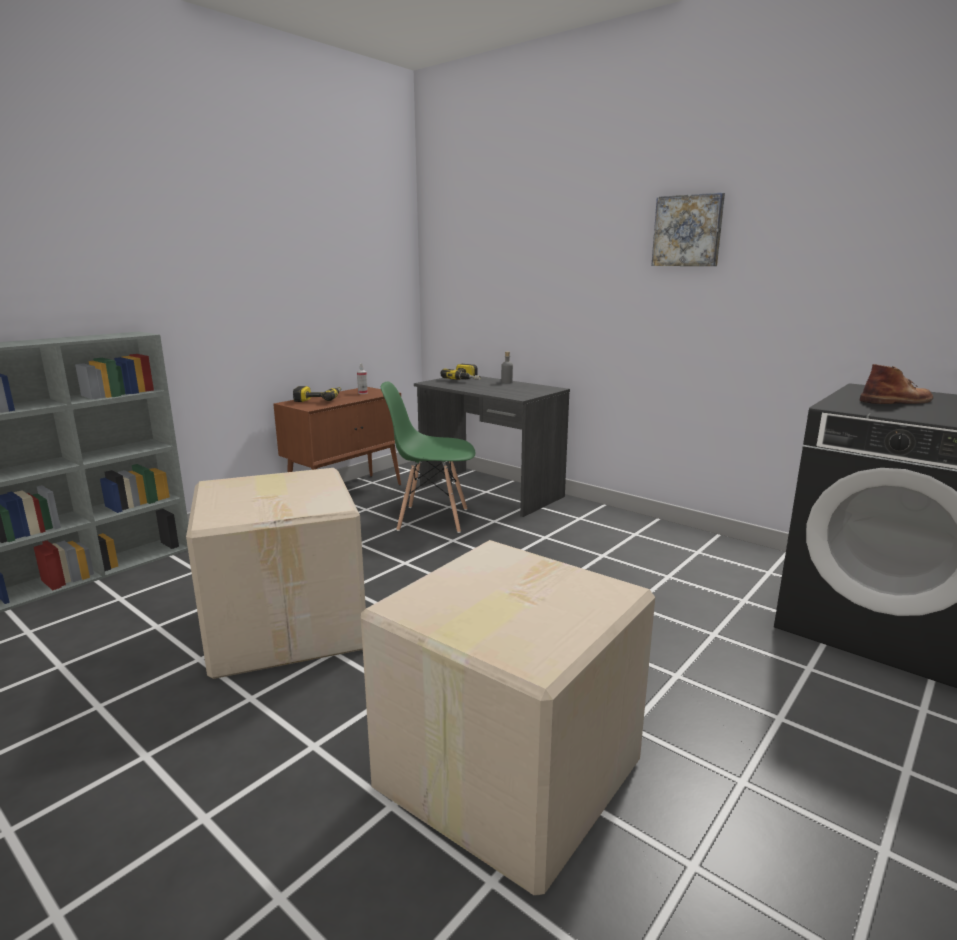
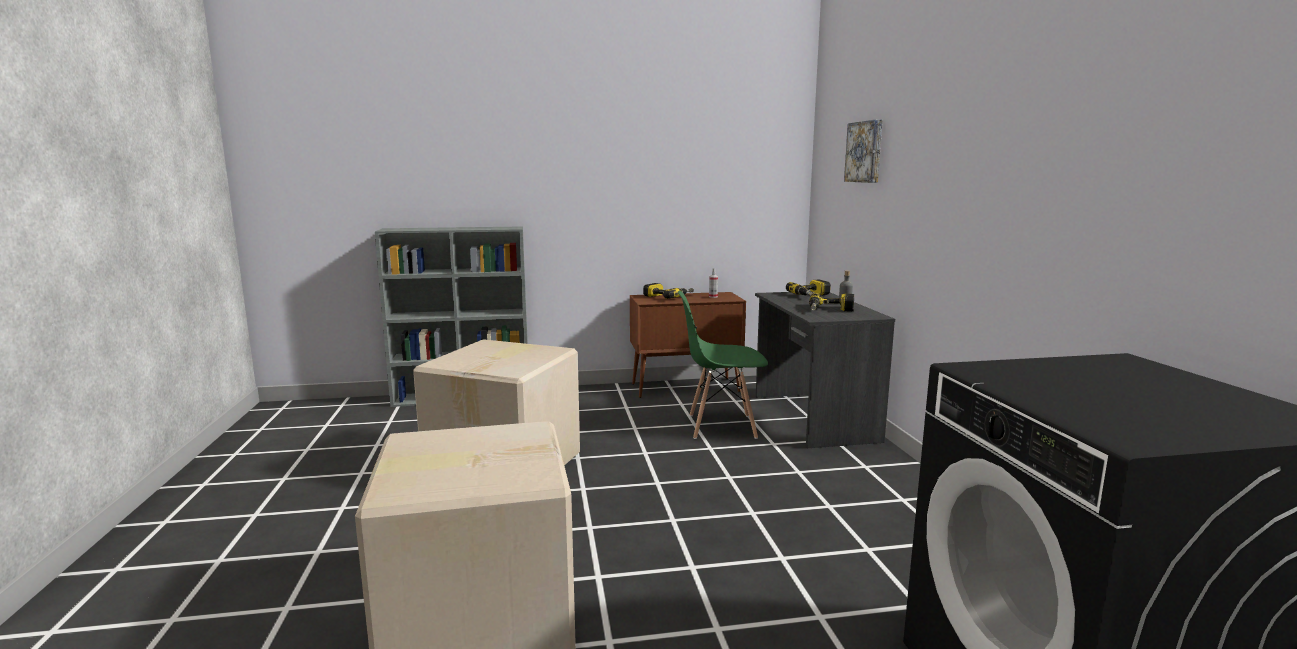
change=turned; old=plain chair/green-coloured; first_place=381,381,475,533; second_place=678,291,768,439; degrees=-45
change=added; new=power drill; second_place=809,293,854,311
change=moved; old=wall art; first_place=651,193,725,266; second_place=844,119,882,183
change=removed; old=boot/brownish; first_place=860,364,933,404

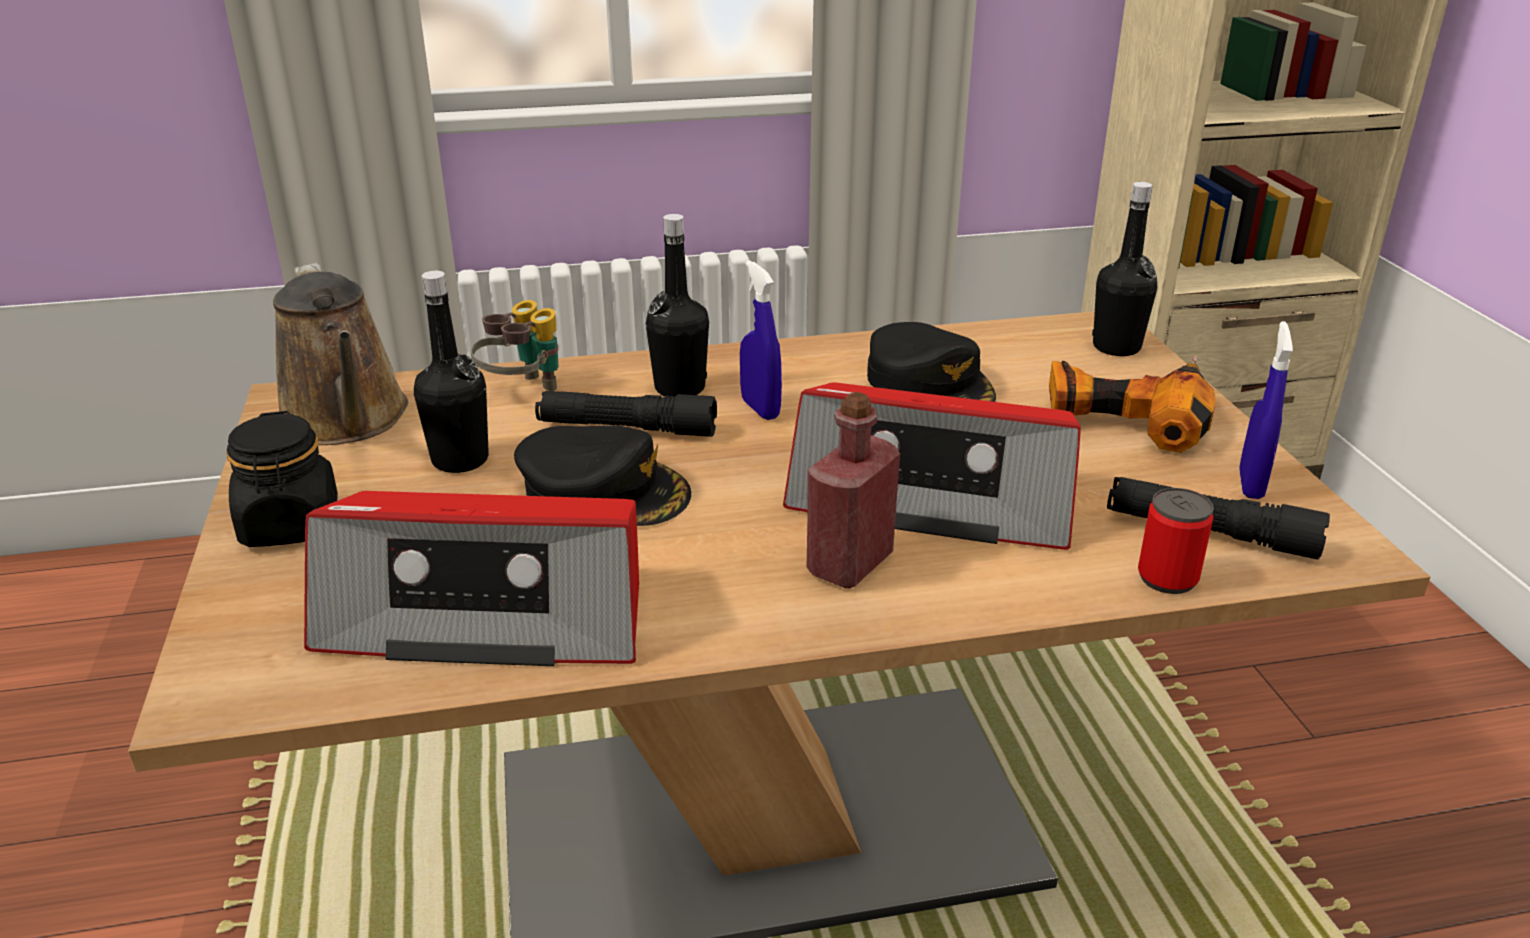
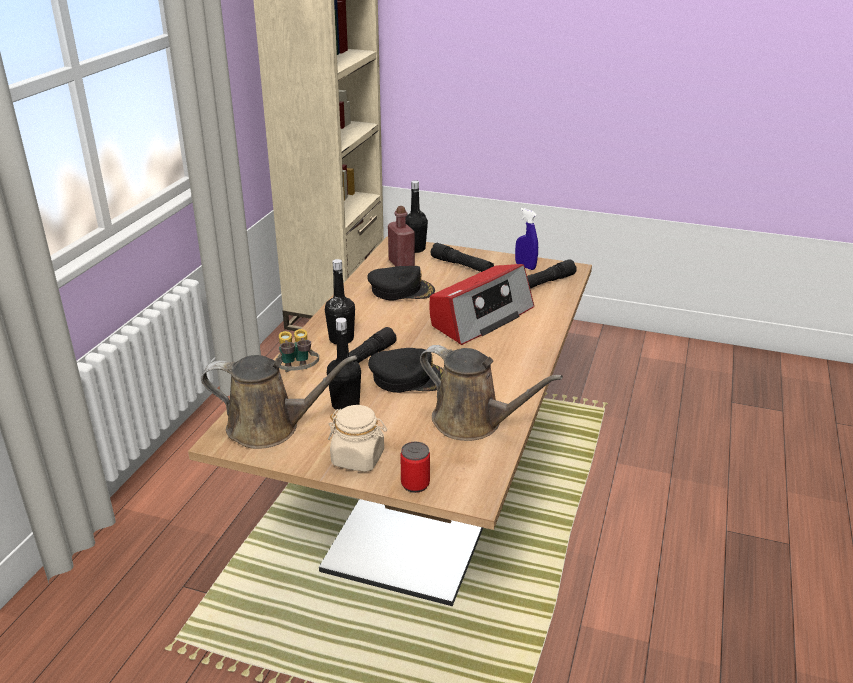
change=recoloured; old=preserve jar/black-coloured; new=preserve jar/sand-coloured; first_place=227,411,338,547; second_place=328,405,387,472
change=turned; old=cap/black-coloured; first_place=514,426,691,526; second_place=368,348,443,393; degrees=45
change=moved; old=drink bottle/red; first_place=807,392,900,588; second_place=388,206,415,266
change=moved; old=metal can; first_place=1138,488,1214,594; second_place=400,442,430,493
change=replaced; old=radio receiver; new=watering can/brownish; first_place=304,491,639,666; second_place=420,345,563,441
change=replaced; old=power drill; new=hand torch/black-coloured; first_place=1049,355,1216,453; second_place=431,243,494,272
change=removed; old=sprayer/bluish; first_place=740,260,782,420

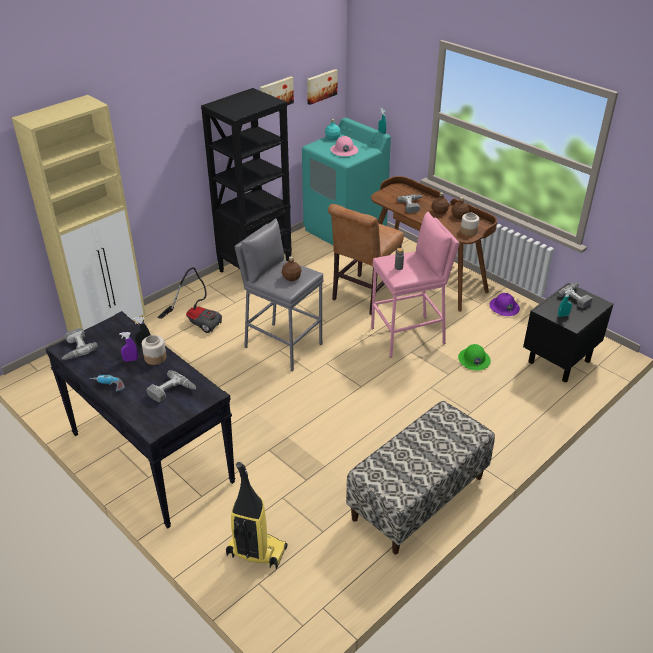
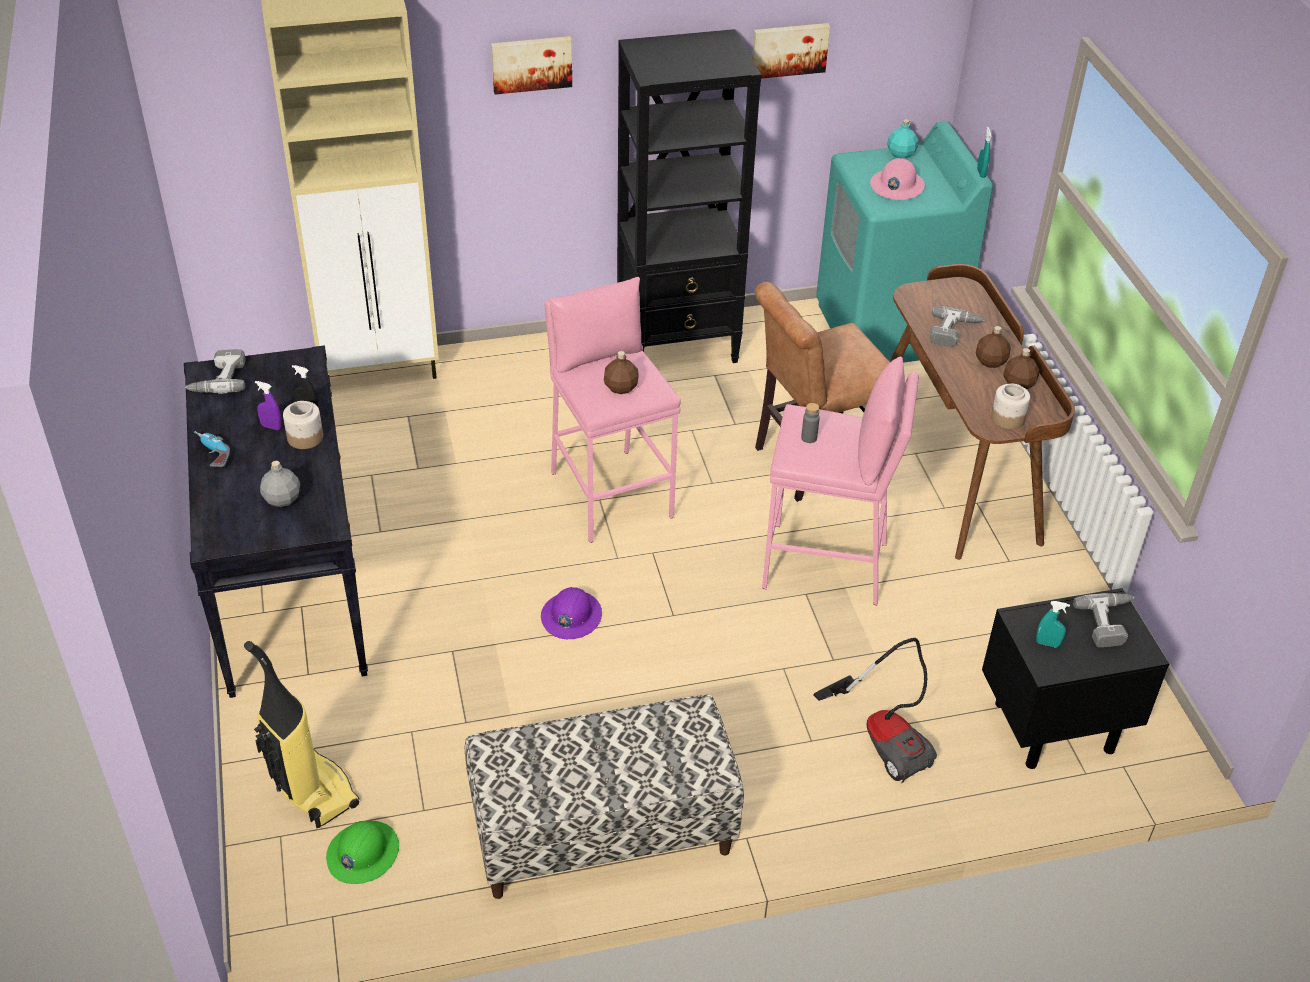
change=replaced; old=power drill; new=drink bottle/grey; first_place=146,370,196,402; second_place=260,461,300,507
change=moved; old=work helmet/green-coloured; first_place=458,344,491,371; second_place=326,821,399,884
change=moved; old=wall art; first_place=307,69,338,105; second_place=491,36,572,95
change=moved; old=work helmet/purplish; first_place=489,293,520,316; second_place=541,587,602,639
change=recoloured; old=stool seat/grey; new=stool seat/pinkish; first_place=235,219,323,371; second_place=544,277,681,543
change=moved; old=vacuum cleaner; first_place=158,267,222,333; second_place=813,638,937,783

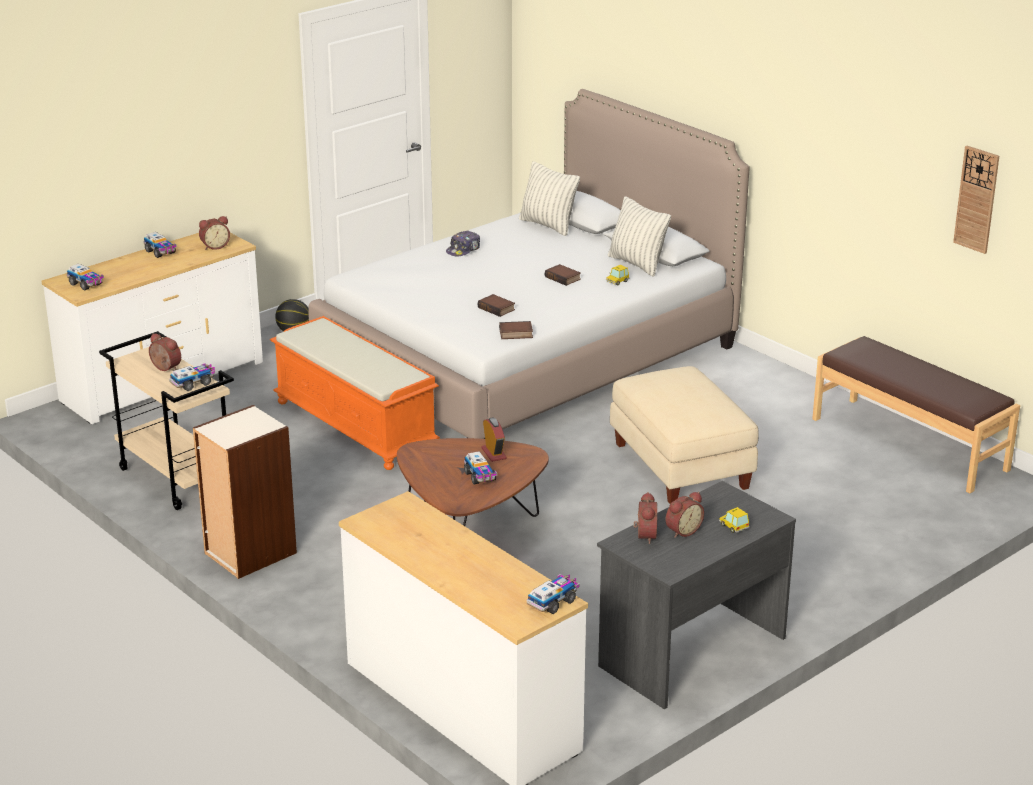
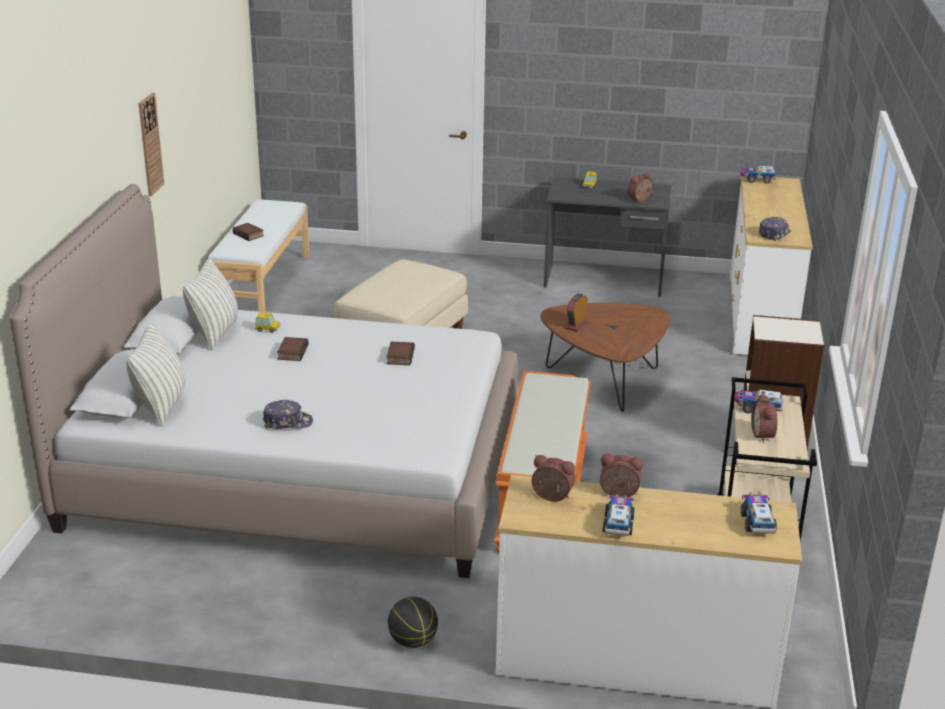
change=moved; old=hanging clock; first_place=953,146,999,254; second_place=139,93,164,196
change=recoloured; old=bench/brownish; new=bench/white-coloured; first_place=812,336,1020,493; second_place=208,199,310,312
change=moved; old=volume; first_place=499,321,533,339; second_place=233,223,264,241
change=moved; old=table clock; first_place=666,492,704,538; second_place=600,453,643,497
change=added; new=cap; second_place=759,217,791,241
change=removed; old=toy lorry; first_place=464,451,497,484

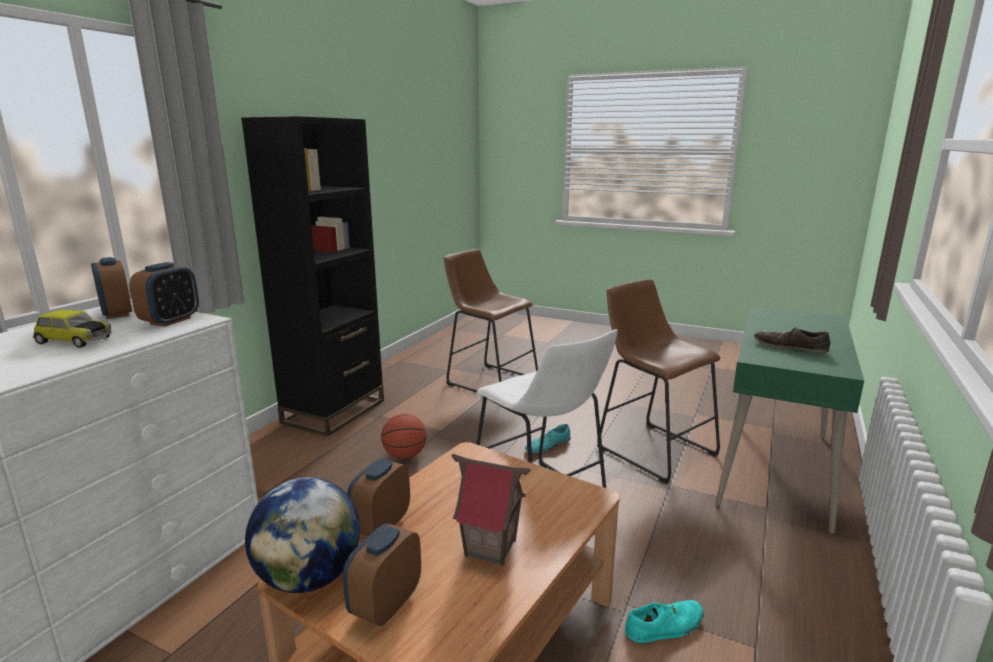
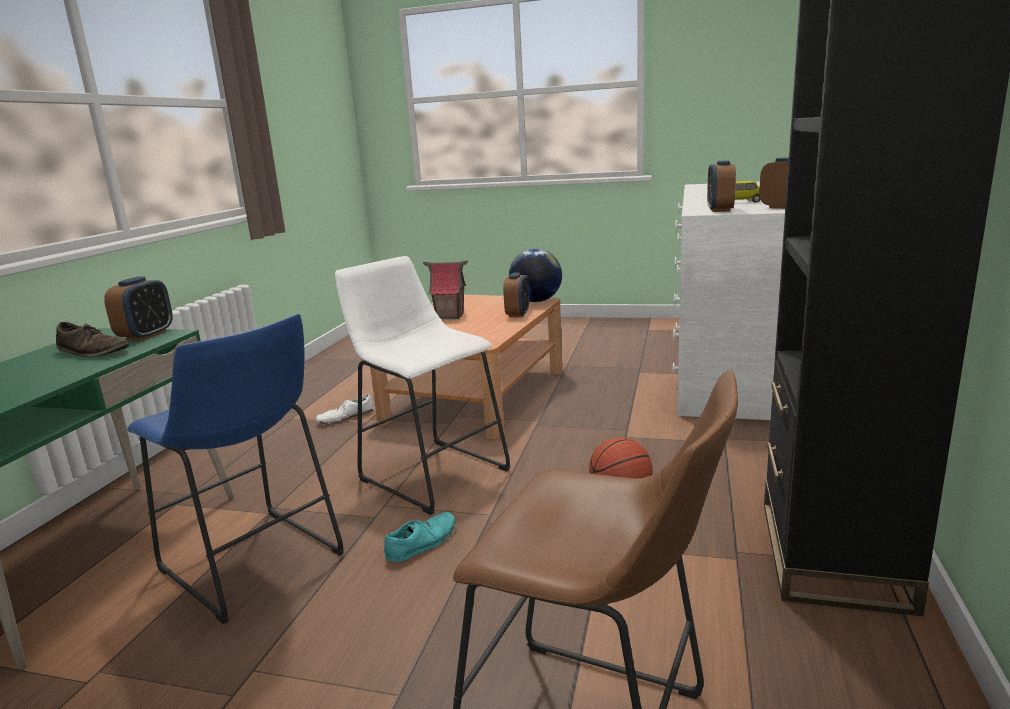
change=moved; old=table clock; first_place=343,523,421,626; second_place=104,277,173,341
change=recoloured; old=stool seat/brownish; new=stool seat/bluish; first_place=597,279,720,484; second_place=127,314,344,624
change=recoloured; old=item of footwear/turquoise-coloured; new=item of footwear/white-coloured; first_place=625,600,704,643; second_place=315,394,374,425

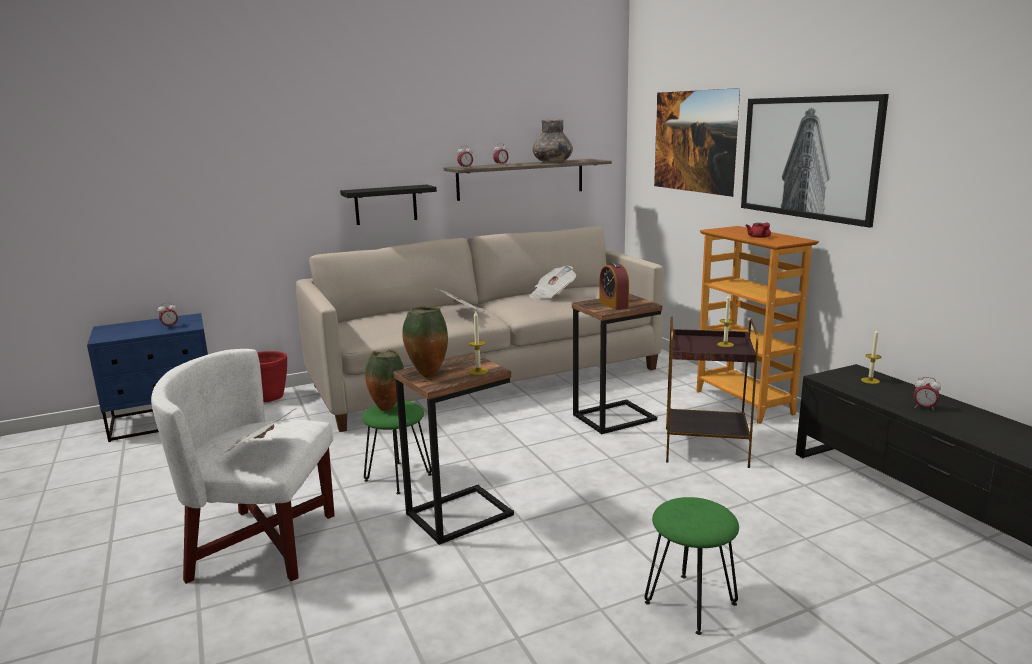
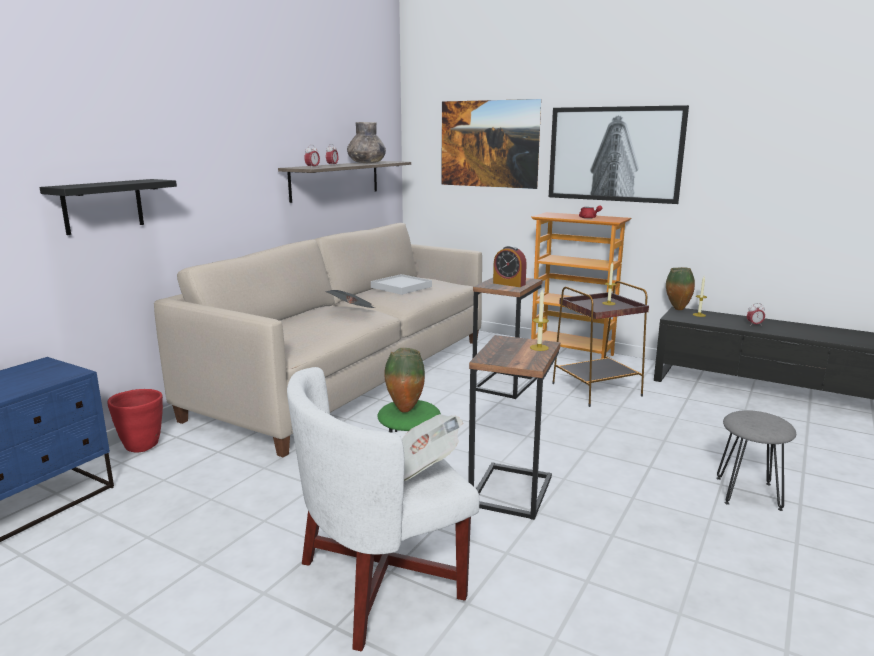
change=moved; old=shelf/black-coloured; first_place=340,185,437,225; second_place=40,179,177,235
change=replaced; old=daily paper; new=tray/white-coloured; first_place=529,266,576,299; second_place=371,274,432,295
change=moved; old=decorative vase; first_place=402,306,448,378; second_place=666,267,695,310
change=recoloured; old=stool seat/green-coloured; new=stool seat/grey; first_place=644,497,739,635; second_place=716,410,796,511
change=removed; old=table clock; first_place=158,302,178,327

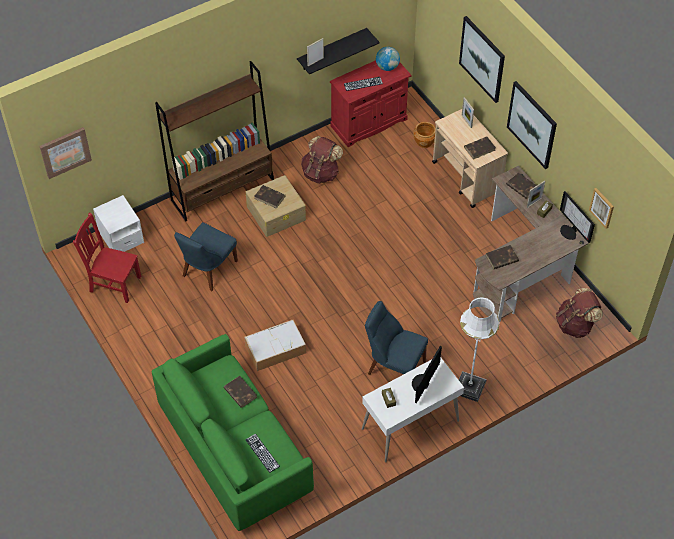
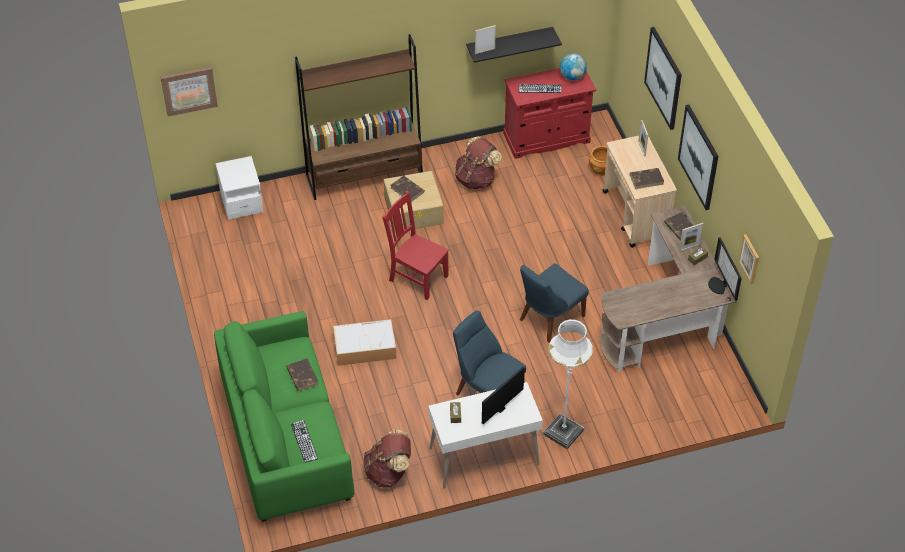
change=moved; old=knapsack/brownish; first_place=556,288,603,338; second_place=364,429,411,487
change=moved; old=plain chair/red; first_place=73,212,141,303; second_place=382,191,449,300
change=moved; old=plain chair/bluish; first_place=174,222,238,291; second_place=520,263,588,342
change=removed; old=volume/brownish; first_place=486,245,519,269

